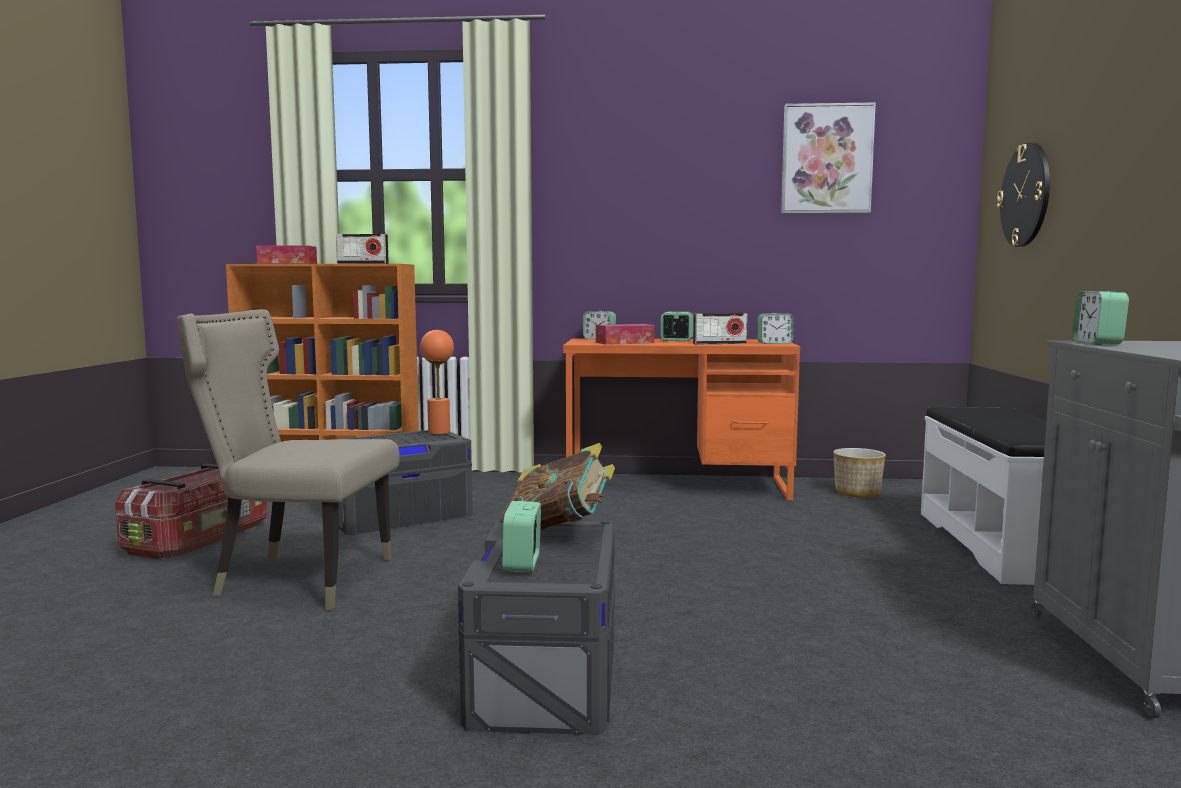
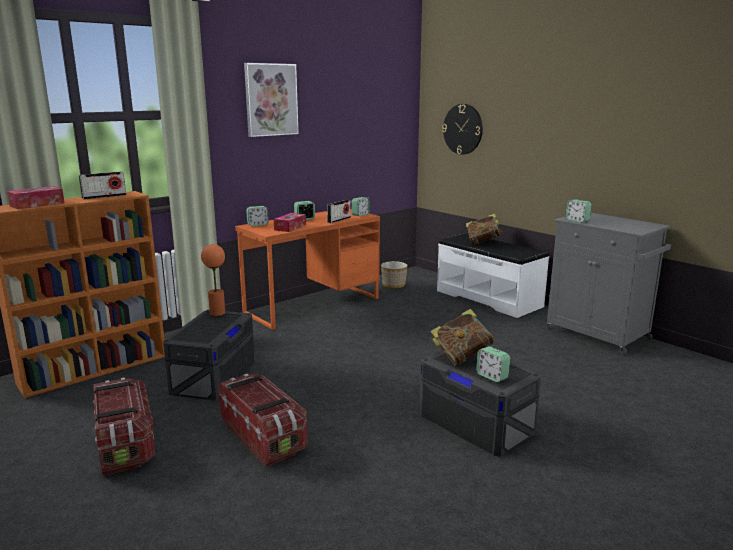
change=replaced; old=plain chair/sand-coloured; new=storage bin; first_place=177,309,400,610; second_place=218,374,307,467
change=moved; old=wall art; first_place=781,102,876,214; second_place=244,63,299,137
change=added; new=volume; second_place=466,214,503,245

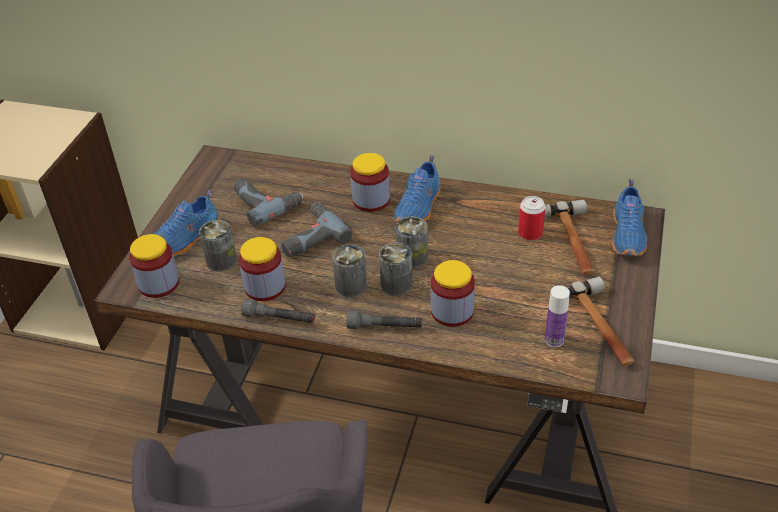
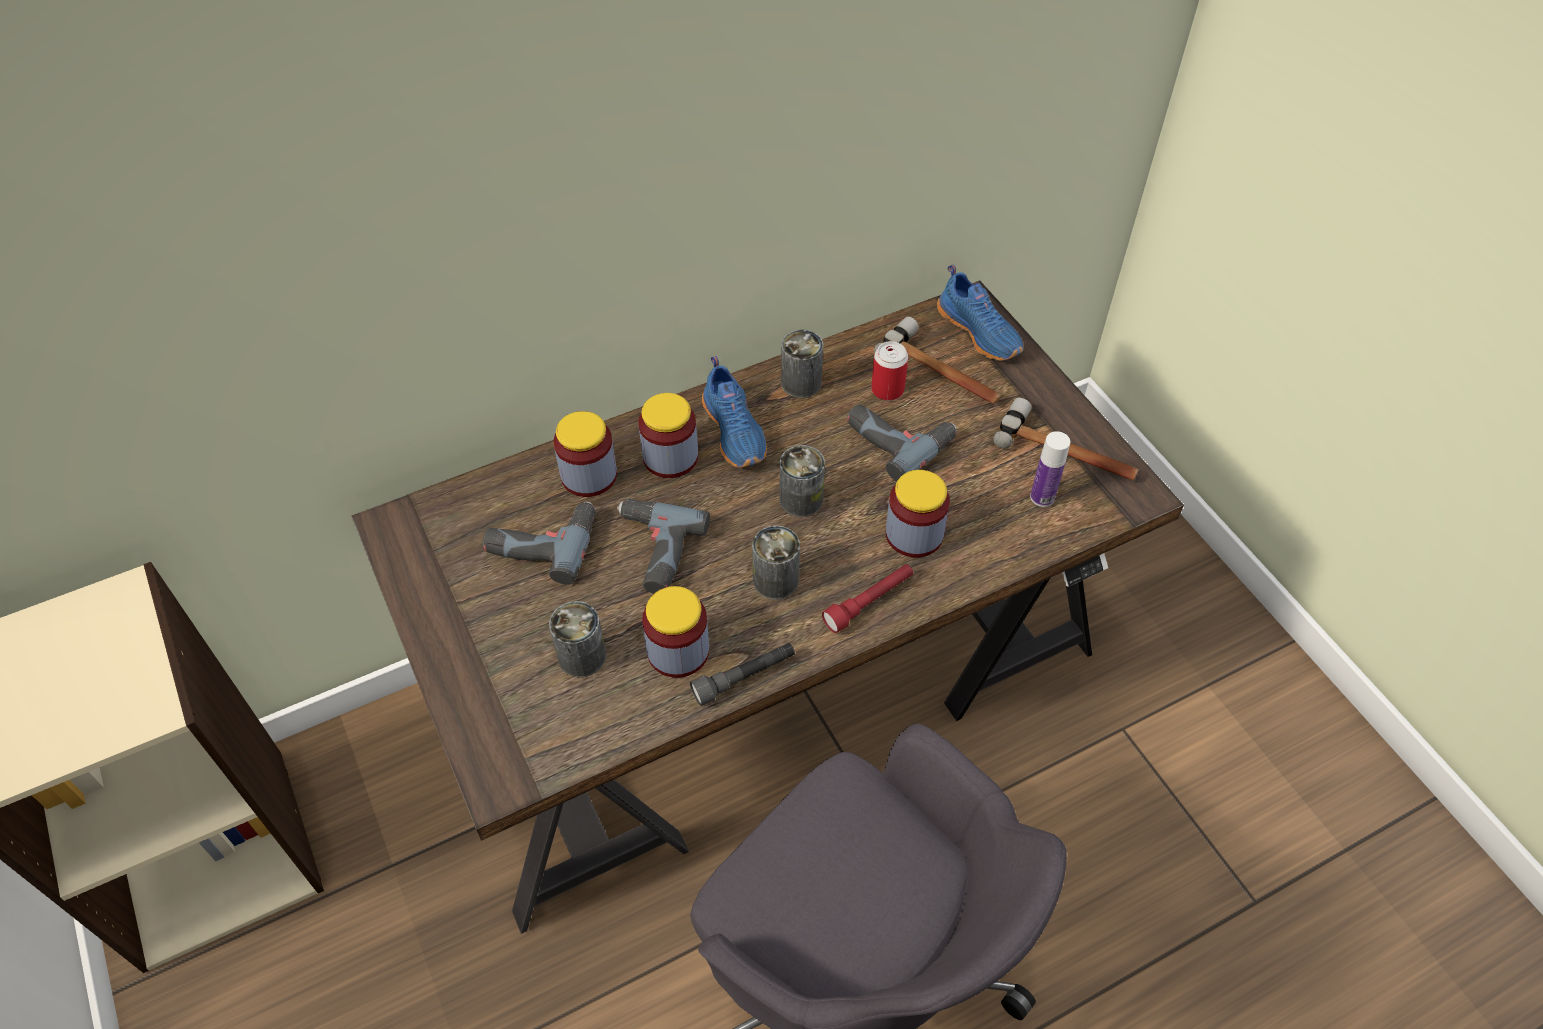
change=moved; old=preserve jar; first_place=129,234,179,298; second_place=553,411,617,497
change=moved; old=metal can; first_place=379,243,413,296; second_place=781,330,823,398
change=recoloured; old=hand torch/grey; new=hand torch/red; first_place=347,311,422,329; second_place=822,564,913,633
change=added; new=power drill; second_place=847,404,956,482
change=removed; old=item of footwear/bluish; first_place=154,190,220,257

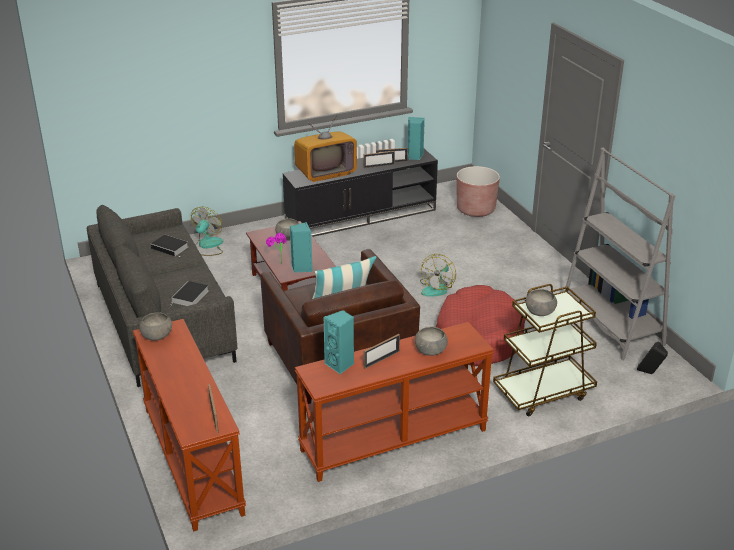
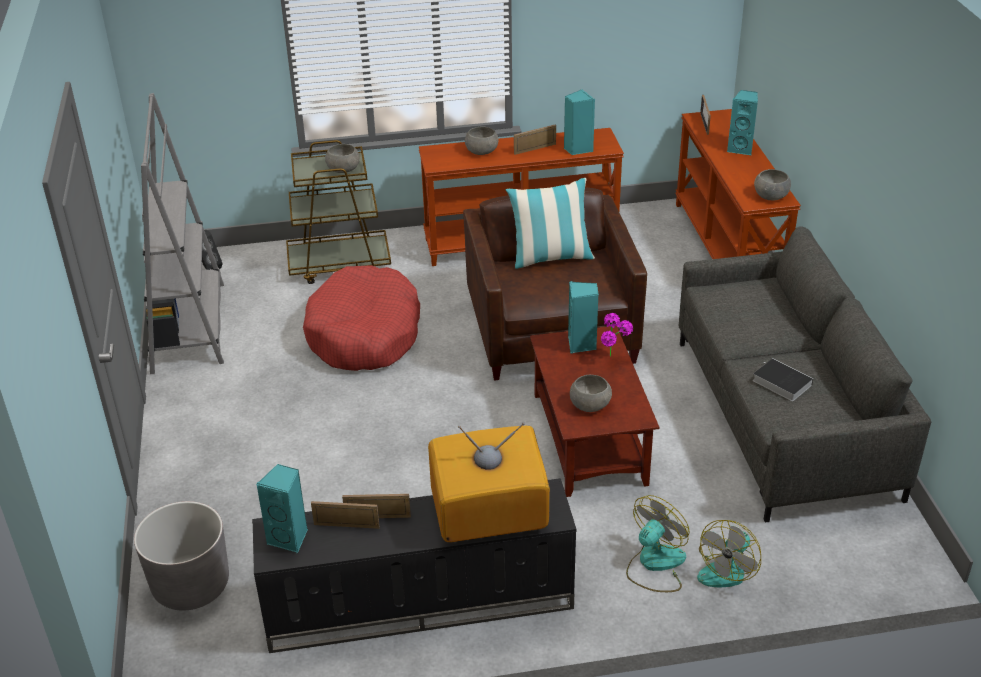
change=recoloured; old=planter/brownish; new=planter/grey; first_place=457,166,500,217; second_place=134,501,229,611
change=moved; old=cooling fan; first_place=420,254,456,297; second_place=626,495,690,592
change=added; new=audio speaker/turquoise-coloured; second_place=727,90,758,155
change=removed; old=volume; first_place=170,281,209,306

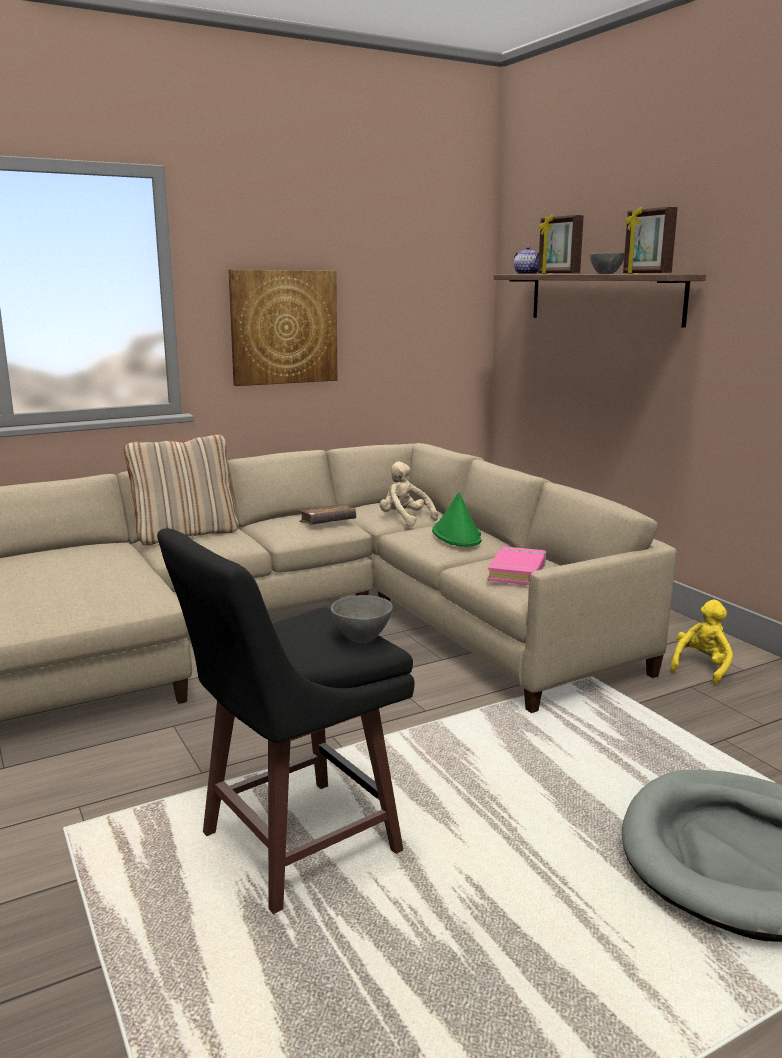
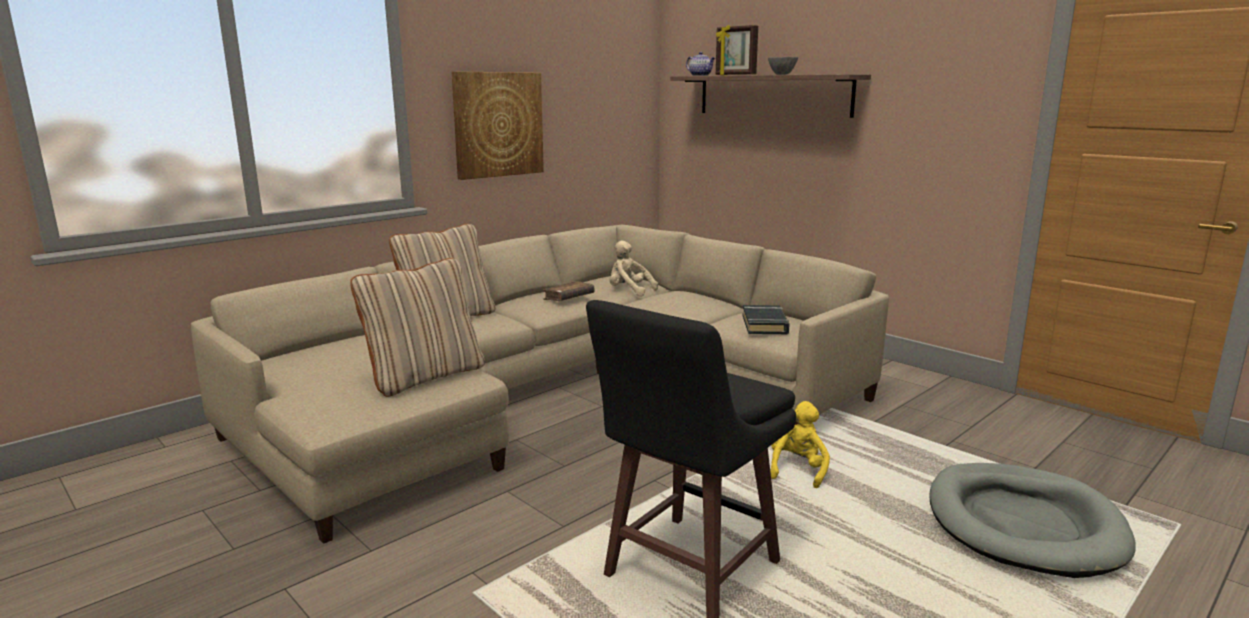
change=added; new=cushion/sand-coloured; second_place=350,258,485,397
change=recoloured; old=volume/pinkish; new=volume/black-coloured; first_place=487,546,546,585; second_place=742,305,790,334
change=moved; old=cuddly toy/yellow-coloured; first_place=670,600,733,684; second_place=770,401,830,488
change=removed; old=bowl/grey; first_place=331,595,393,643
change=removed; old=wearable hat/green-coloured; first_place=432,492,482,547
change=removed; old=standing frame; first_place=623,206,678,274

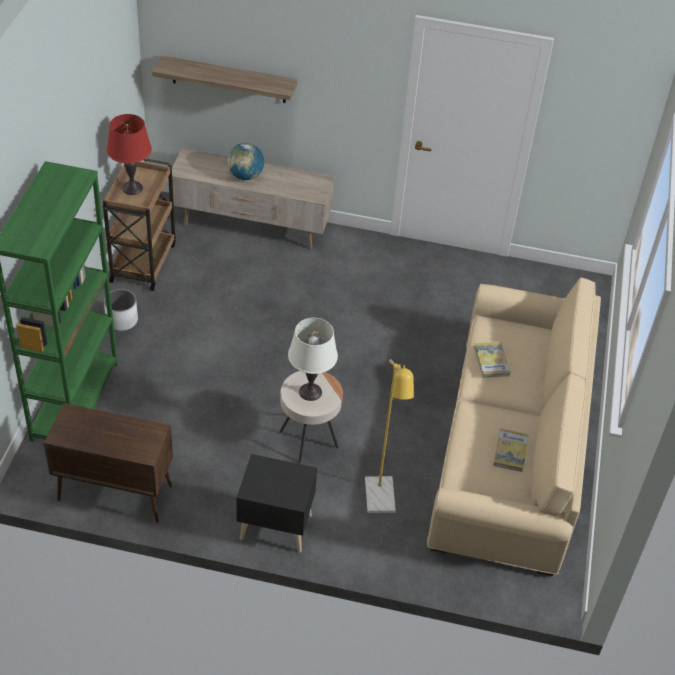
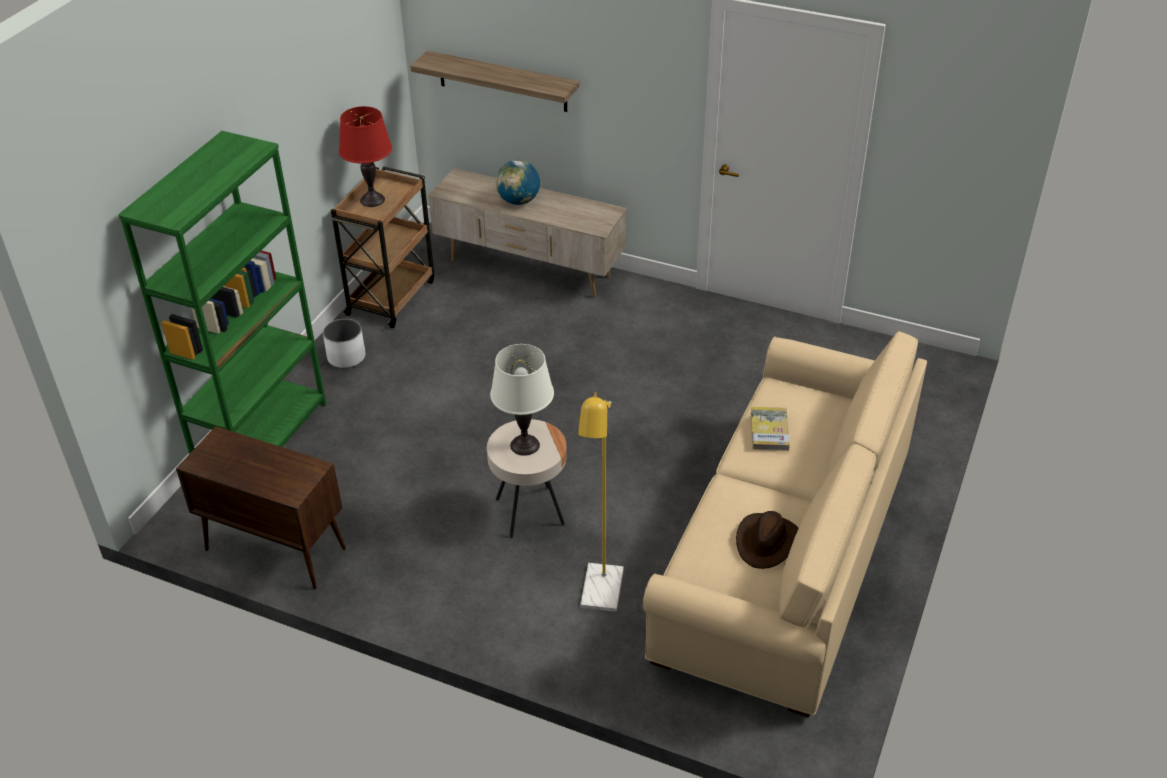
change=replaced; old=volume; new=wearable hat/brownish; first_place=493,428,529,472; second_place=736,511,799,569
change=removed; old=night table/black-coloured; first_place=236,454,317,553

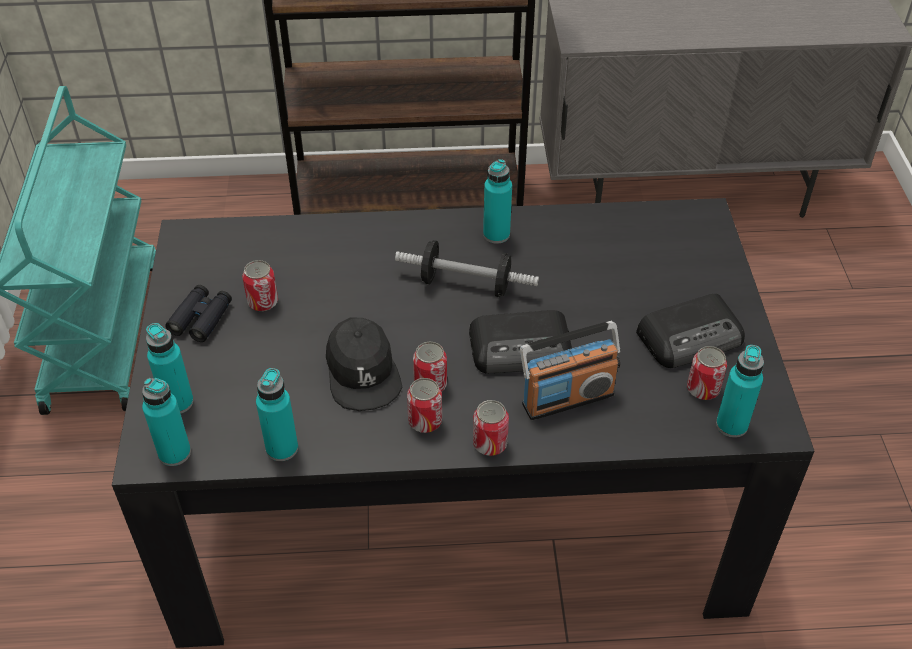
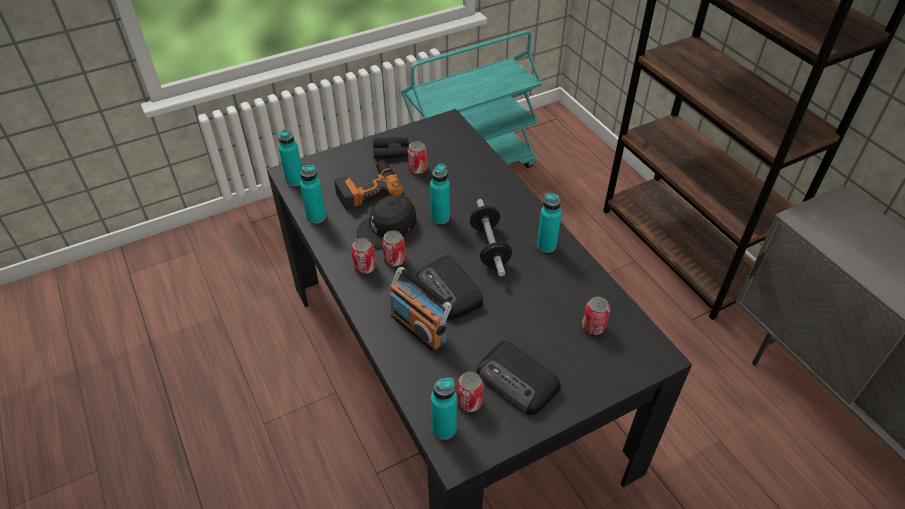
change=added; new=power drill; second_place=334,160,403,211
change=moved; old=drink bottle/turquoise-coloured; first_place=146,323,194,413; second_place=430,163,450,225
change=moved; old=metal can; first_place=473,400,509,456; second_place=582,297,610,335

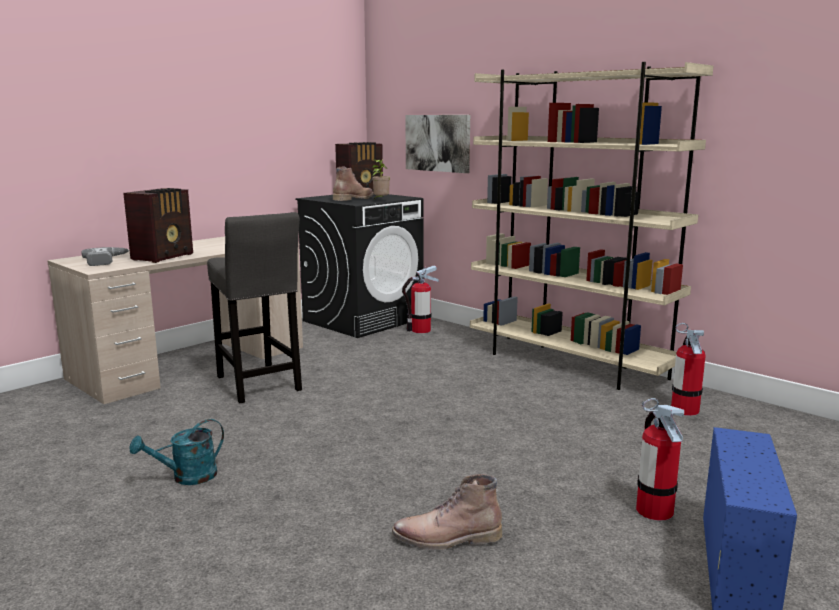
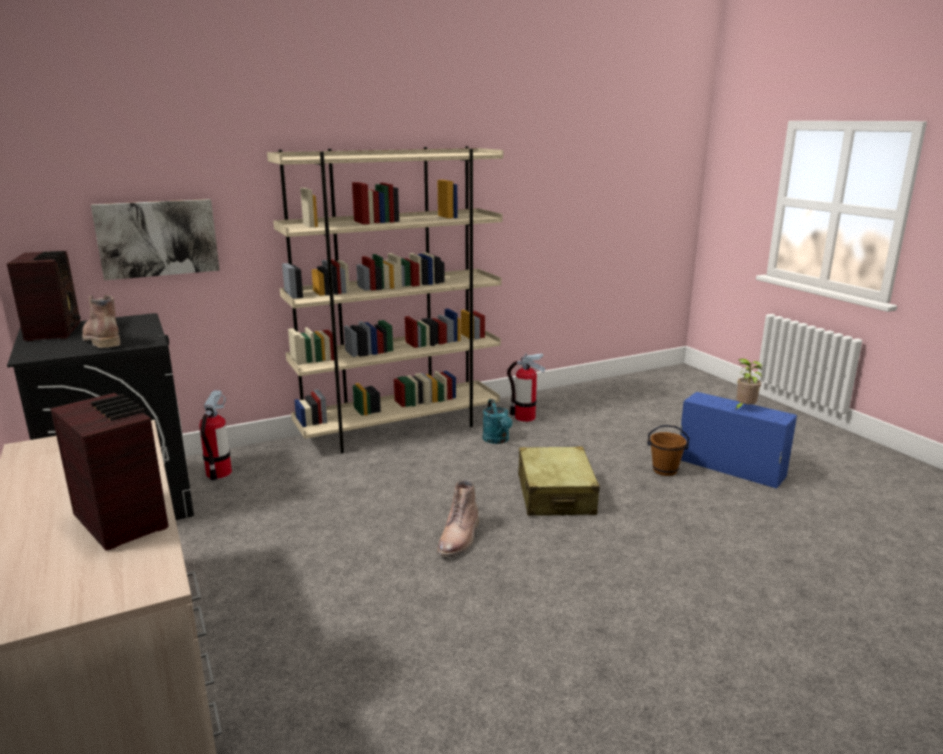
change=moved; old=boot/brownish; first_place=392,474,503,550; second_place=437,480,479,557
change=moved; old=watering can/turquoise-coloured; first_place=130,419,224,485; second_place=483,399,513,444
change=added; new=suitcase/sand-coloured; second_place=518,447,600,516
change=replaced; old=extinguisher; new=water bucket/brownish; first_place=636,398,684,521; second_place=647,425,689,476
change=moved; old=houseplant; first_place=372,159,390,199; second_place=735,359,763,410
change=removed; old=power drill; first_place=82,247,129,266
change=removed; old=stool seat/grey; first_place=207,212,302,403

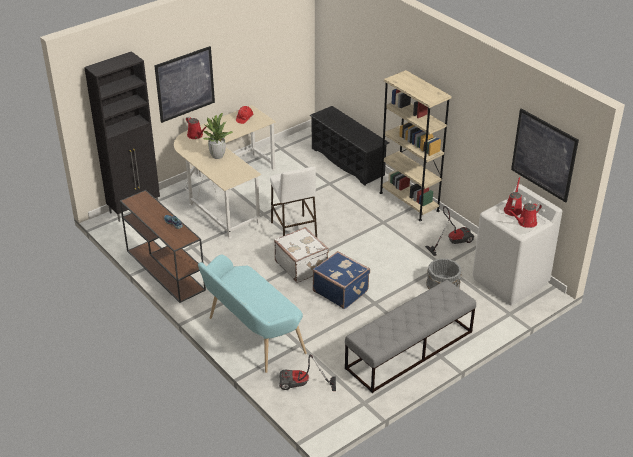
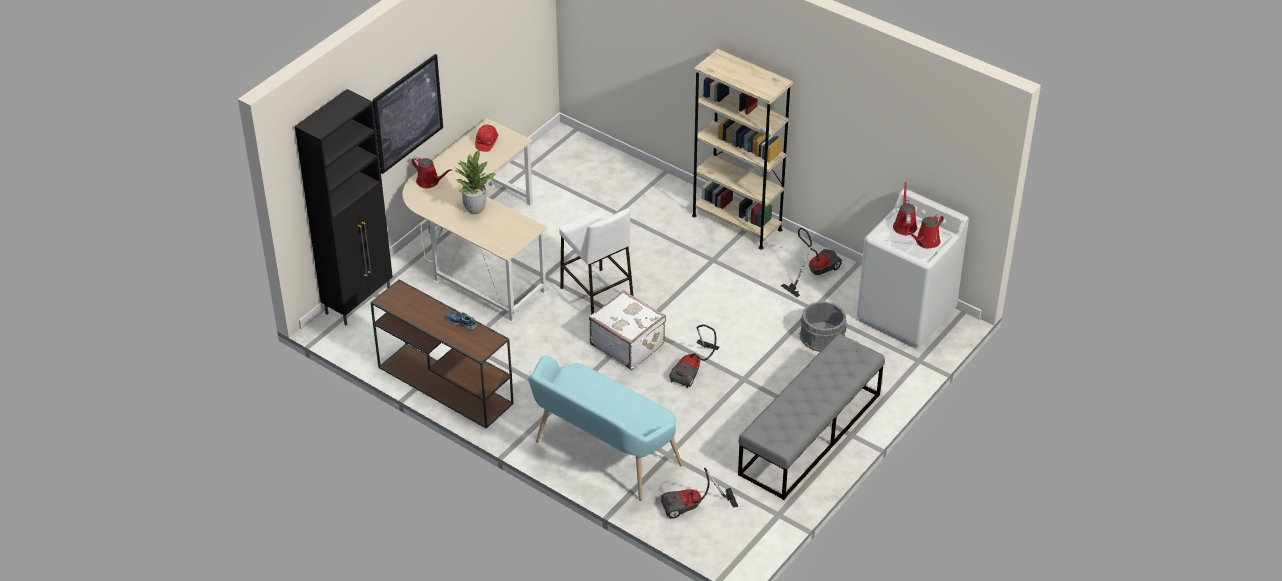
change=replaced; old=suitcase/bluish; new=vacuum cleaner; first_place=312,251,370,309; second_place=669,324,720,388
change=removed; old=shoe rack/black-coloured; first_place=310,106,389,186
change=removed; old=wall art; first_place=511,109,579,202

